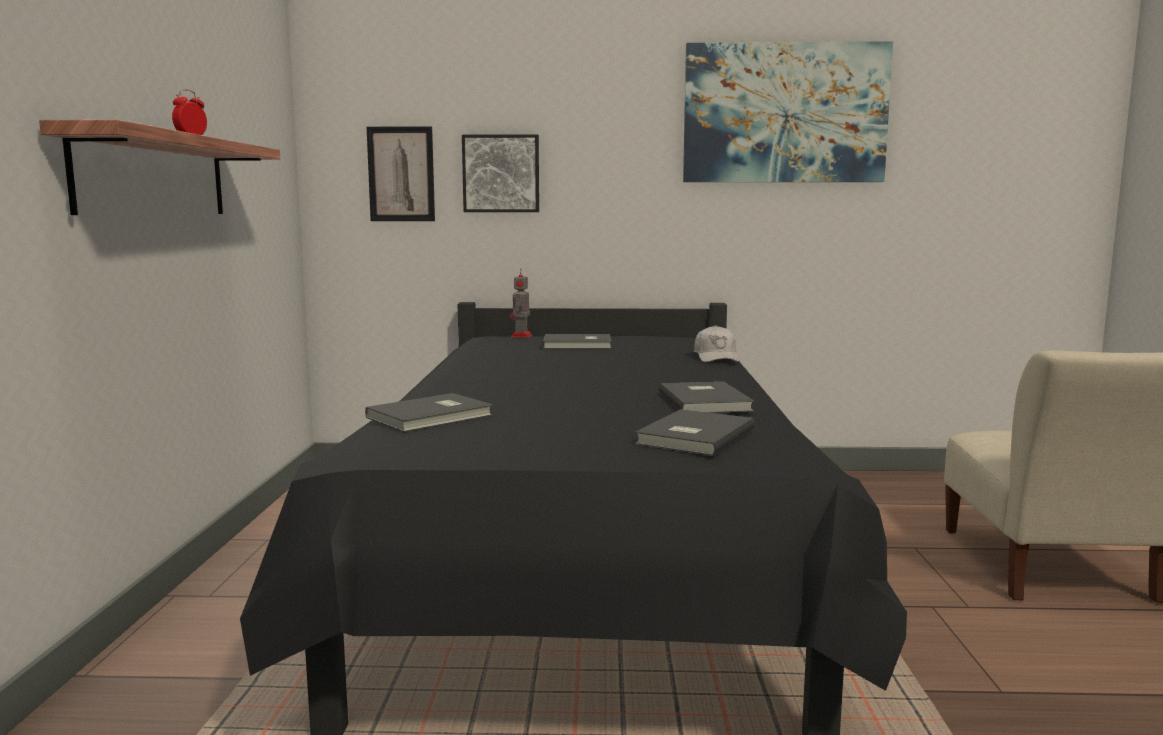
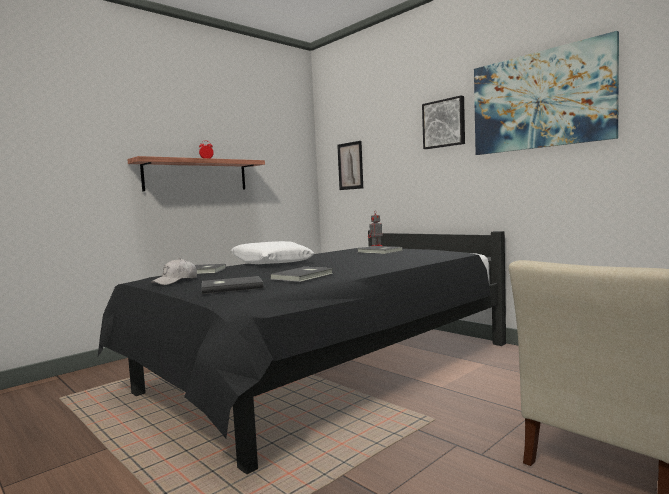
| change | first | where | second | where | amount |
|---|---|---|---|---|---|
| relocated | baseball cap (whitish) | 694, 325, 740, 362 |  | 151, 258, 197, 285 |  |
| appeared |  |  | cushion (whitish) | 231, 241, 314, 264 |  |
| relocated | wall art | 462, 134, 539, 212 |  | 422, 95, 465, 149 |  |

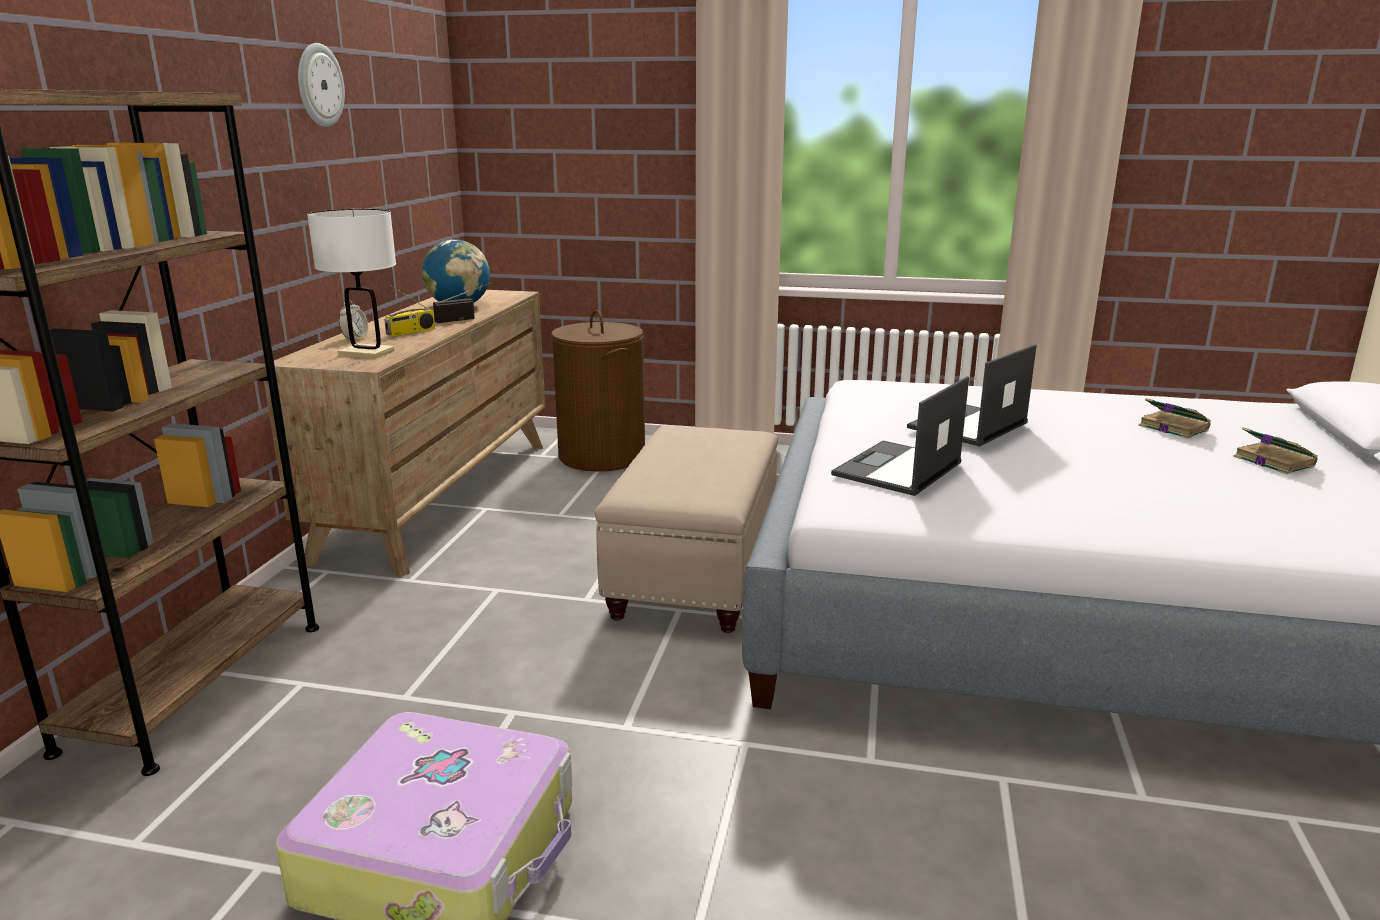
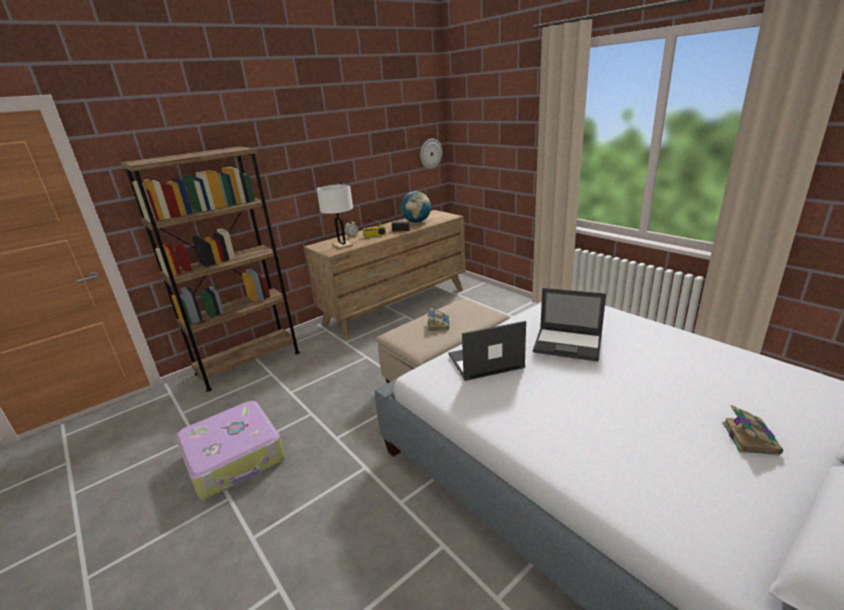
| change | first | where | second | where | amount |
|---|---|---|---|---|---|
| relocated | hanging clock | 298, 43, 345, 127 |  | 420, 139, 442, 169 |  |
| relocated | book | 1139, 398, 1211, 439 |  | 427, 308, 449, 331 |  |
| spun | notebook computer | 907, 344, 1037, 447 |  | 533, 288, 606, 362 | 150 degrees counterclockwise |
| missing | hamper (brown) | 551, 310, 645, 472 |  |  |  |

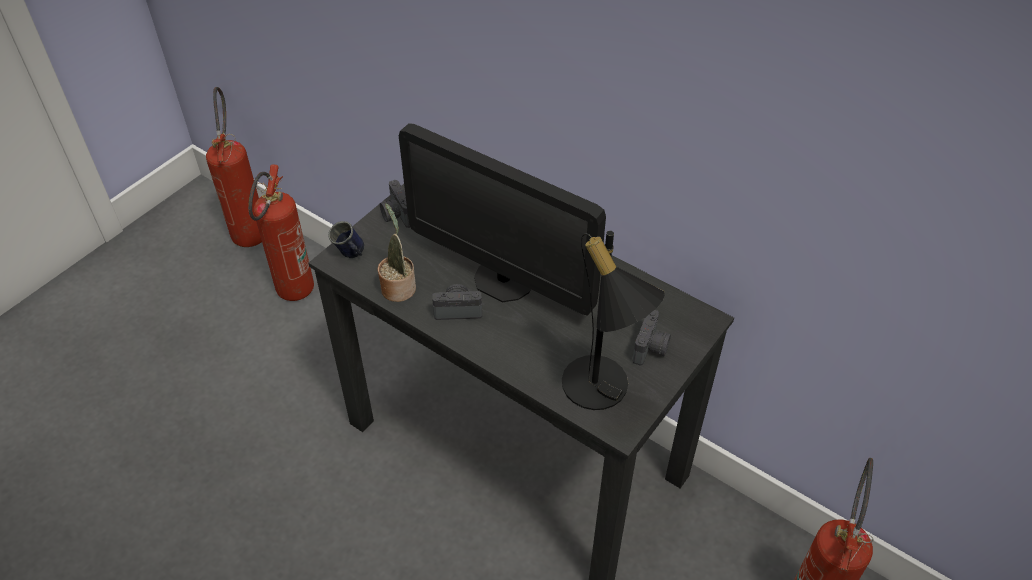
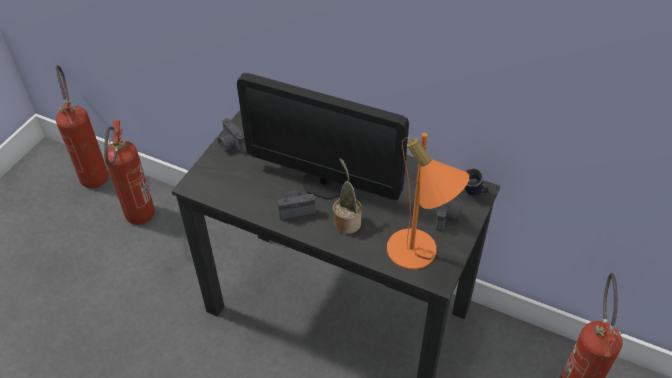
| change | first | where | second | where | amount |
|---|---|---|---|---|---|
| relocated | plant in a pot | 378, 203, 416, 302 |  | 333, 158, 362, 234 |  |
| colour | table lamp (black-coloured) | 562, 231, 665, 410 | table lamp (orange-coloured) | 387, 133, 469, 270 |  |
| relocated | tea mug (blue) | 328, 221, 364, 258 |  | 464, 168, 489, 196 |  |

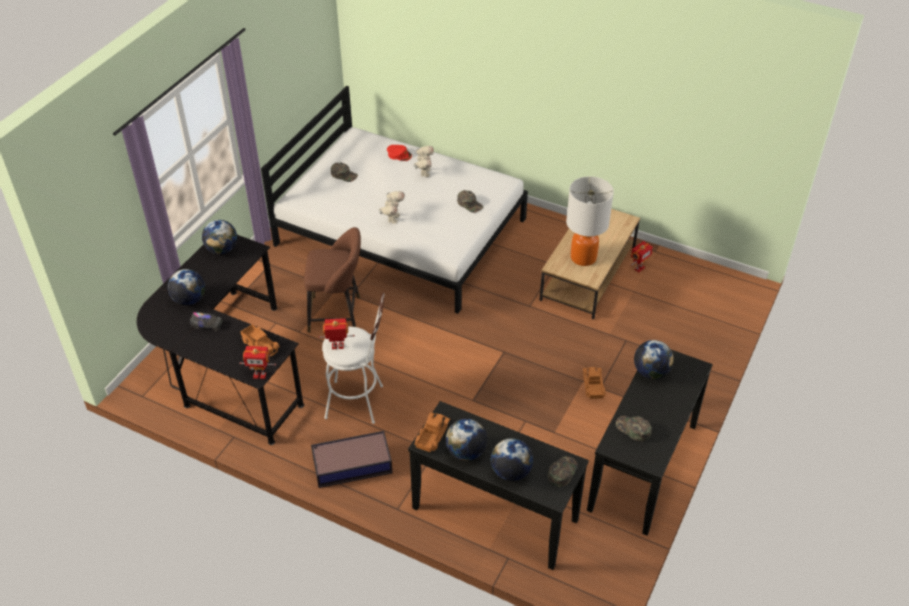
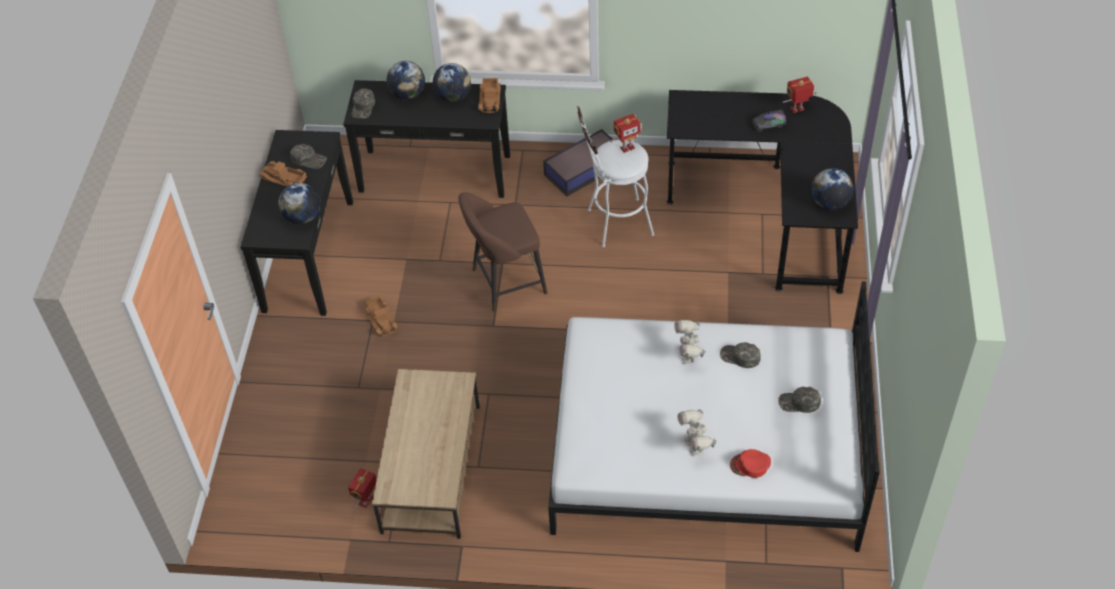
| change | first | where | second | where | amount |
|---|---|---|---|---|---|
| relocated | model truck | 240, 324, 280, 357 |  | 259, 161, 307, 186 |  |
| relocated | sitting stool (brown) | 304, 227, 361, 333 |  | 458, 192, 547, 311 |  |
| relocated | baseball cap (greenish) | 457, 190, 483, 213 |  | 720, 342, 761, 368 |  |
| relocated | robot figure | 240, 346, 276, 379 |  | 782, 77, 817, 113 |  |
| missing | world globe | 168, 269, 205, 305 |  |  |  |
| missing | table lamp | 566, 176, 614, 266 |  |  |  |

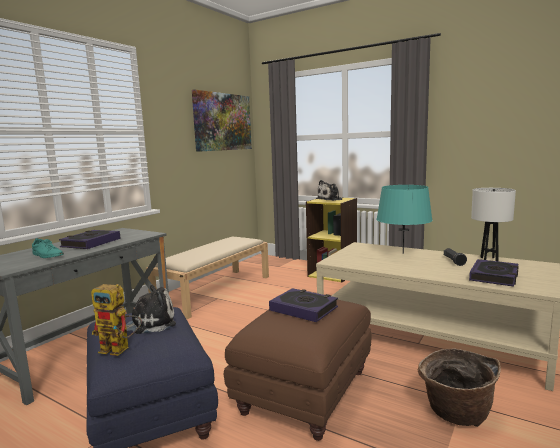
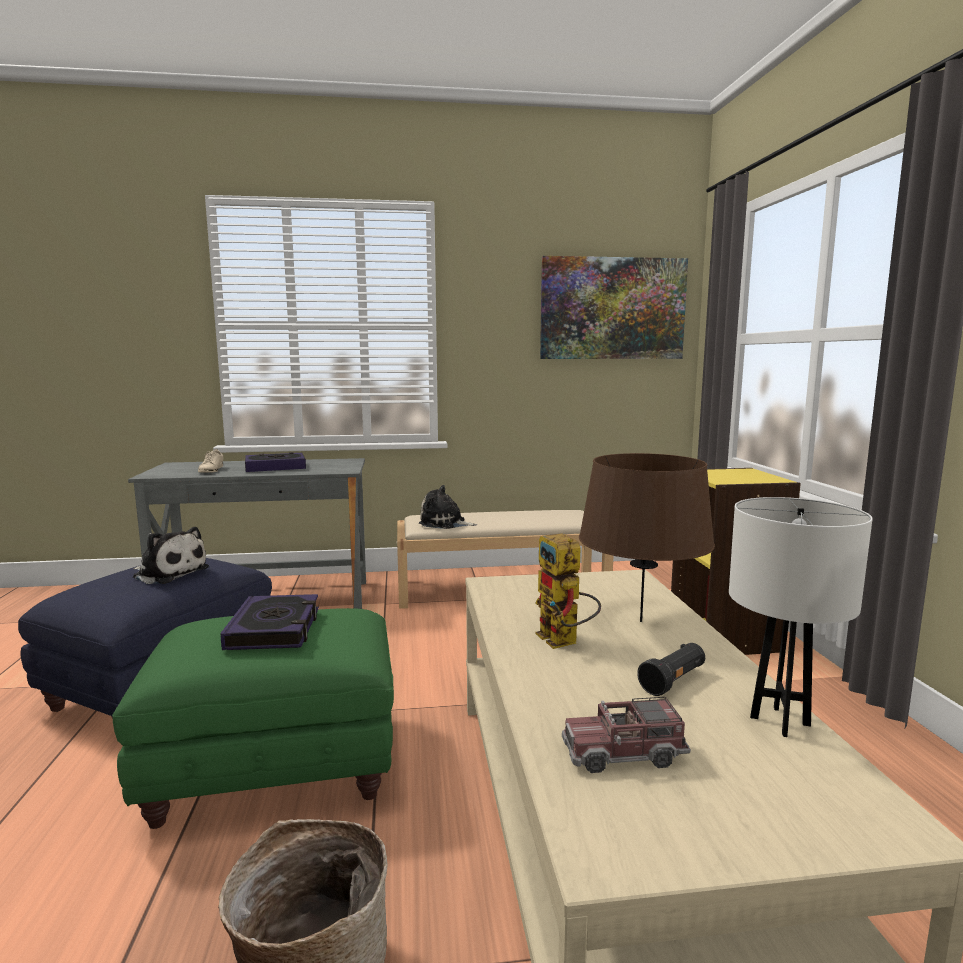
| change | first | where | second | where | amount |
|---|---|---|---|---|---|
| colour | pouffe (brown) | 224, 299, 371, 441 | pouffe (greenish) | 112, 608, 394, 829 |  |
| colour | shoe (turquoise-coloured) | 32, 238, 64, 258 | shoe (sand-coloured) | 198, 449, 223, 473 |  |
| relocated | cuddly toy | 316, 180, 343, 201 |  | 419, 485, 477, 529 |  |
| relocated | robot figure | 91, 284, 142, 356 |  | 535, 533, 601, 649 |  |
| exchanged | book | 469, 259, 519, 287 | model truck | 562, 697, 691, 773 |  |
| colour | table lamp (turquoise-coloured) | 376, 185, 433, 254 | table lamp (brown) | 579, 453, 715, 622 |  |

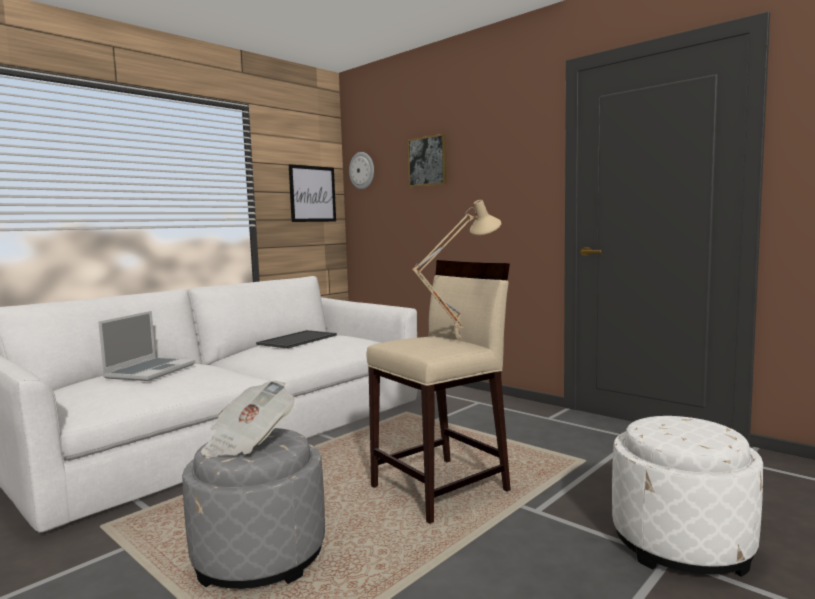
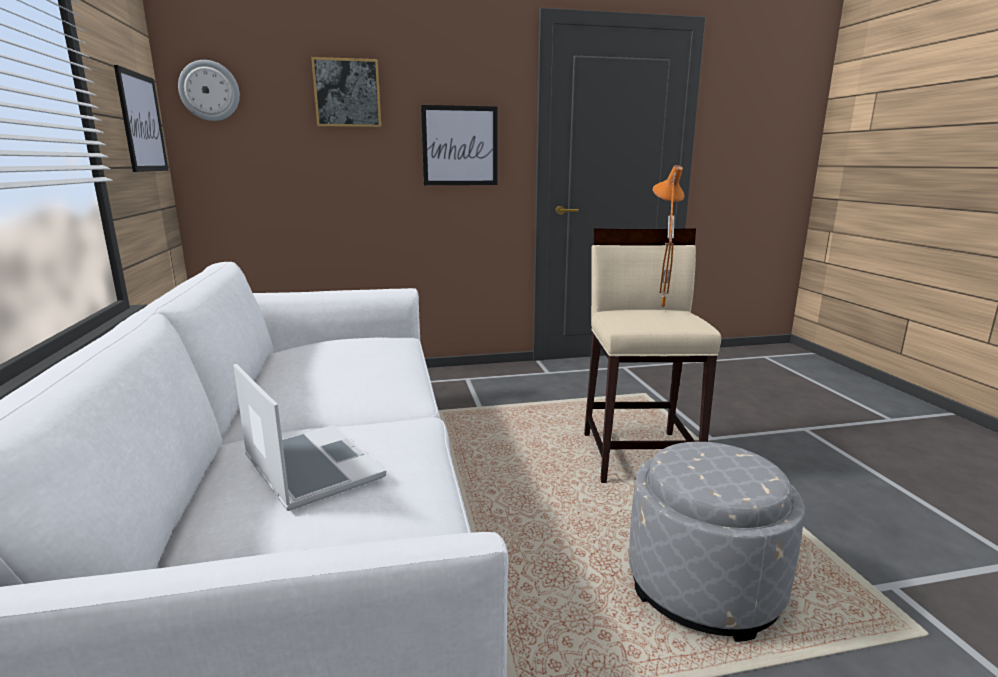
| change | first | where | second | where | amount |
|---|---|---|---|---|---|
| appeared |  |  | wall art | 421, 105, 498, 185 |  |
| colour | table lamp (sand-coloured) | 412, 200, 501, 342 | table lamp (orange-coloured) | 653, 165, 685, 311 |  |
| missing | printed paper | 201, 381, 295, 457 |  |  |  |
| missing | carrying tray | 256, 330, 337, 349 |  |  |  |
| missing | pouffe (whitish) | 612, 416, 763, 577 |  |  |  |

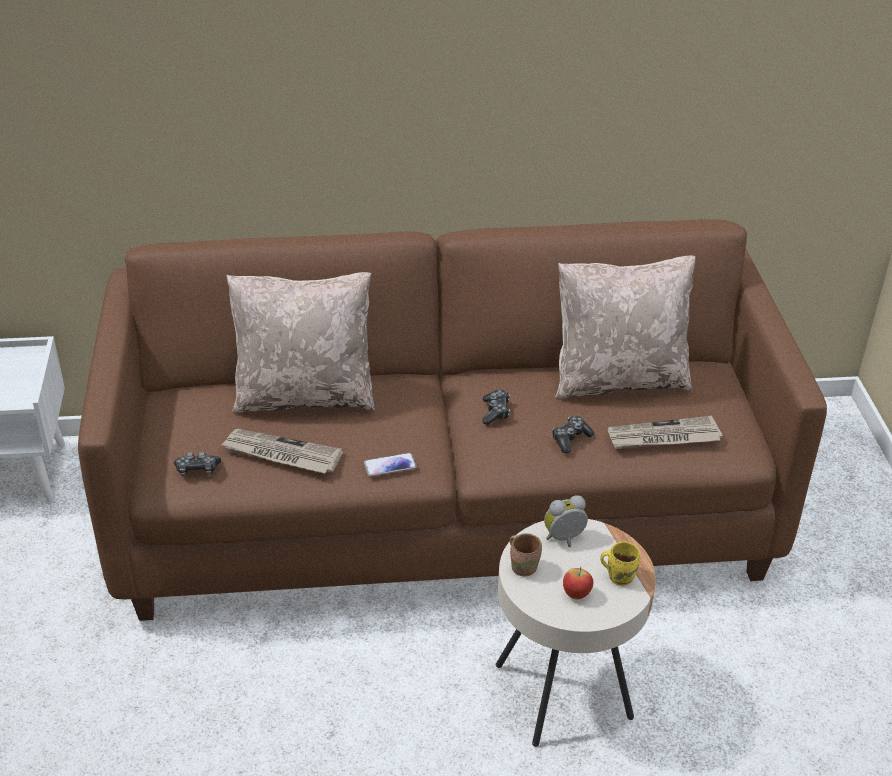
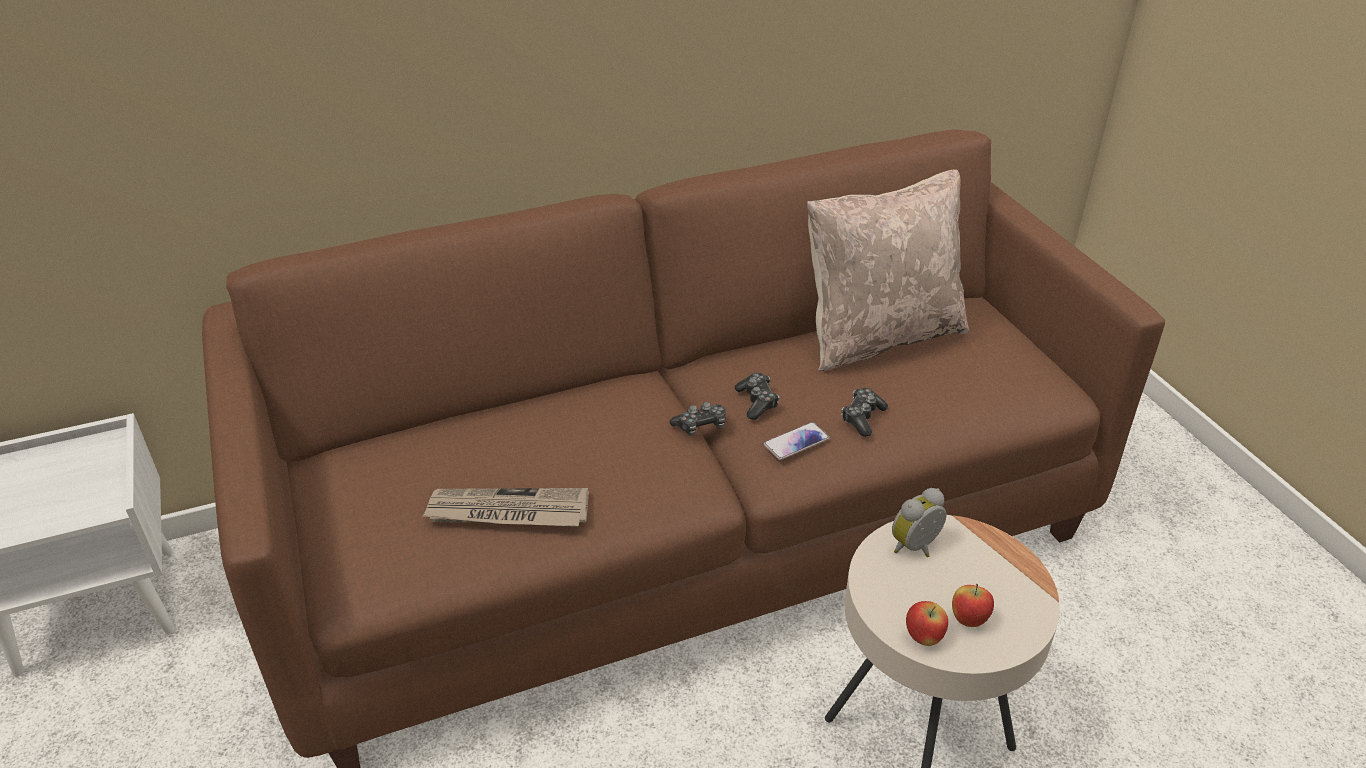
| change | first | where | second | where | amount |
|---|---|---|---|---|---|
| relocated | game controller | 174, 451, 221, 477 |  | 670, 402, 726, 436 |  |
| relocated | handset | 364, 453, 417, 476 |  | 764, 422, 830, 460 |  |
| appeared |  |  | whole apple | 906, 601, 948, 646 |  |
| missing | cushion (sand-coloured) | 227, 272, 375, 413 |  |  |  |
| missing | tea mug (brown) | 510, 533, 542, 576 |  |  |  |
| missing | tea mug (yellowish) | 600, 542, 640, 586 |  |  |  |
| missing | printed paper | 608, 416, 723, 449 |  |  |  |

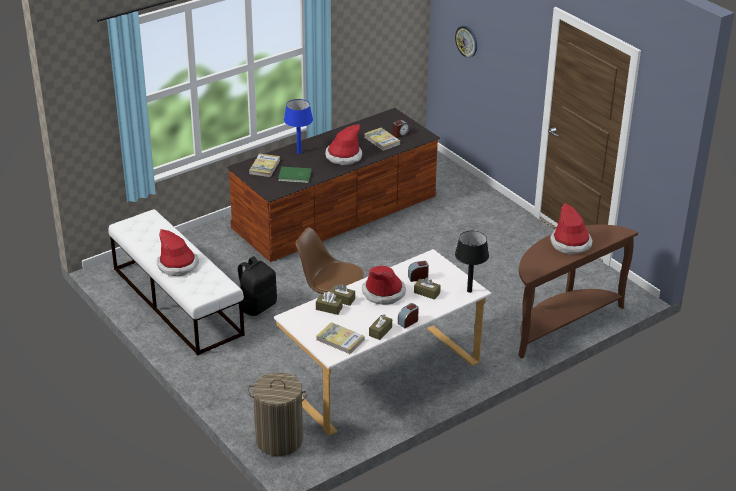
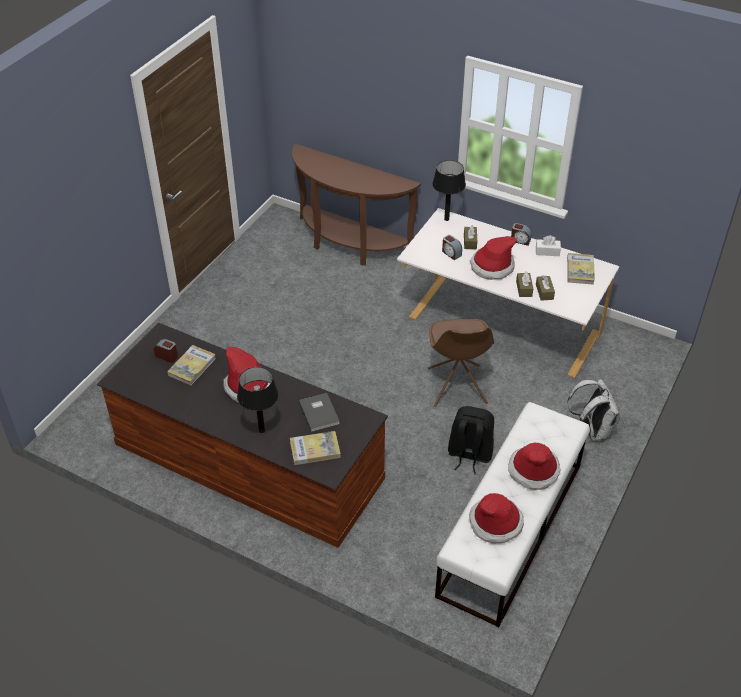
| change | first | where | second | where | amount |
|---|---|---|---|---|---|
| colour | table lamp (blue) | 284, 99, 313, 154 | table lamp (black-coloured) | 237, 367, 279, 433 |  |
| colour | book (greenish) | 278, 167, 312, 183 | book (gray) | 299, 393, 340, 432 |  |
| relocated | hat | 550, 203, 593, 255 |  | 469, 493, 524, 544 |  |
| colour | box of tissues (brown) | 369, 314, 392, 340 | box of tissues (whitish) | 536, 235, 561, 256 |  |
| appeared |  |  | knapsack (whitish) | 567, 379, 619, 440 |  |
| missing | hamper | 247, 372, 307, 456 |  |  |  |
| missing | hanging clock | 455, 26, 477, 58 |  |  |  |

